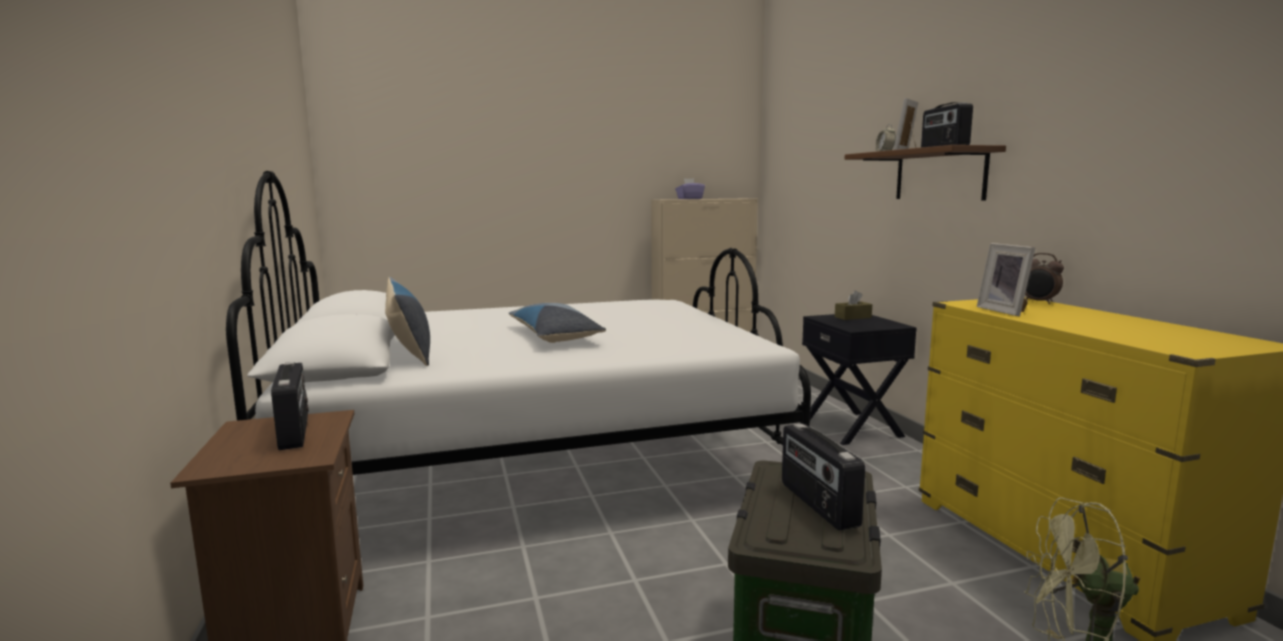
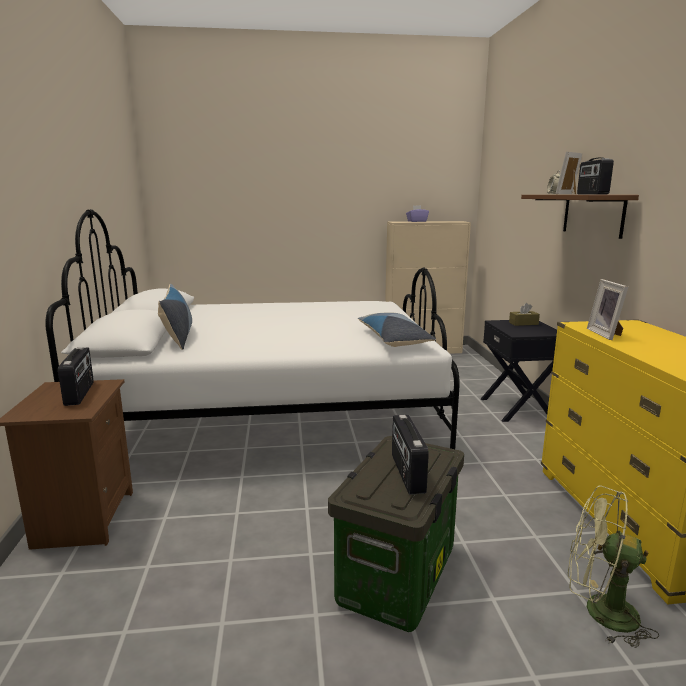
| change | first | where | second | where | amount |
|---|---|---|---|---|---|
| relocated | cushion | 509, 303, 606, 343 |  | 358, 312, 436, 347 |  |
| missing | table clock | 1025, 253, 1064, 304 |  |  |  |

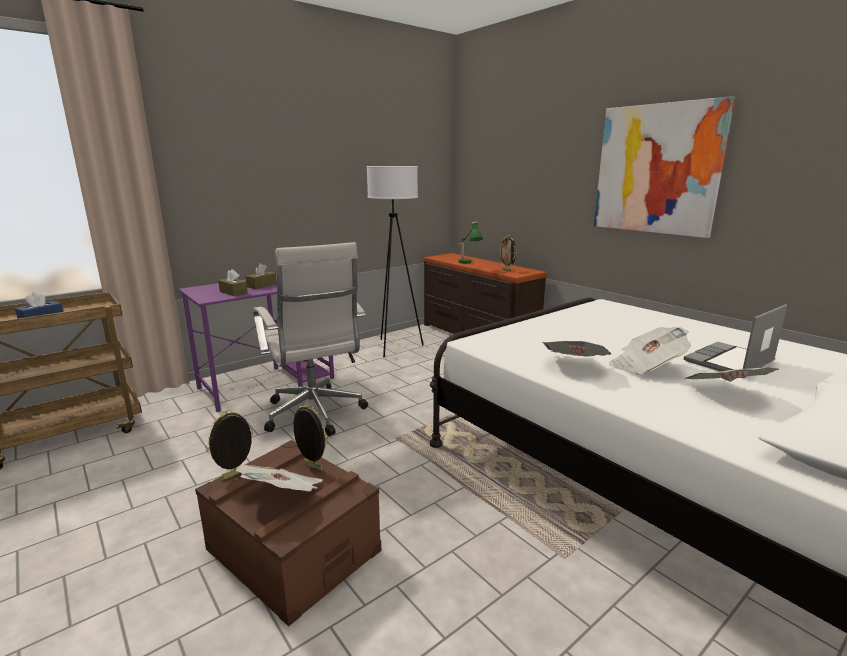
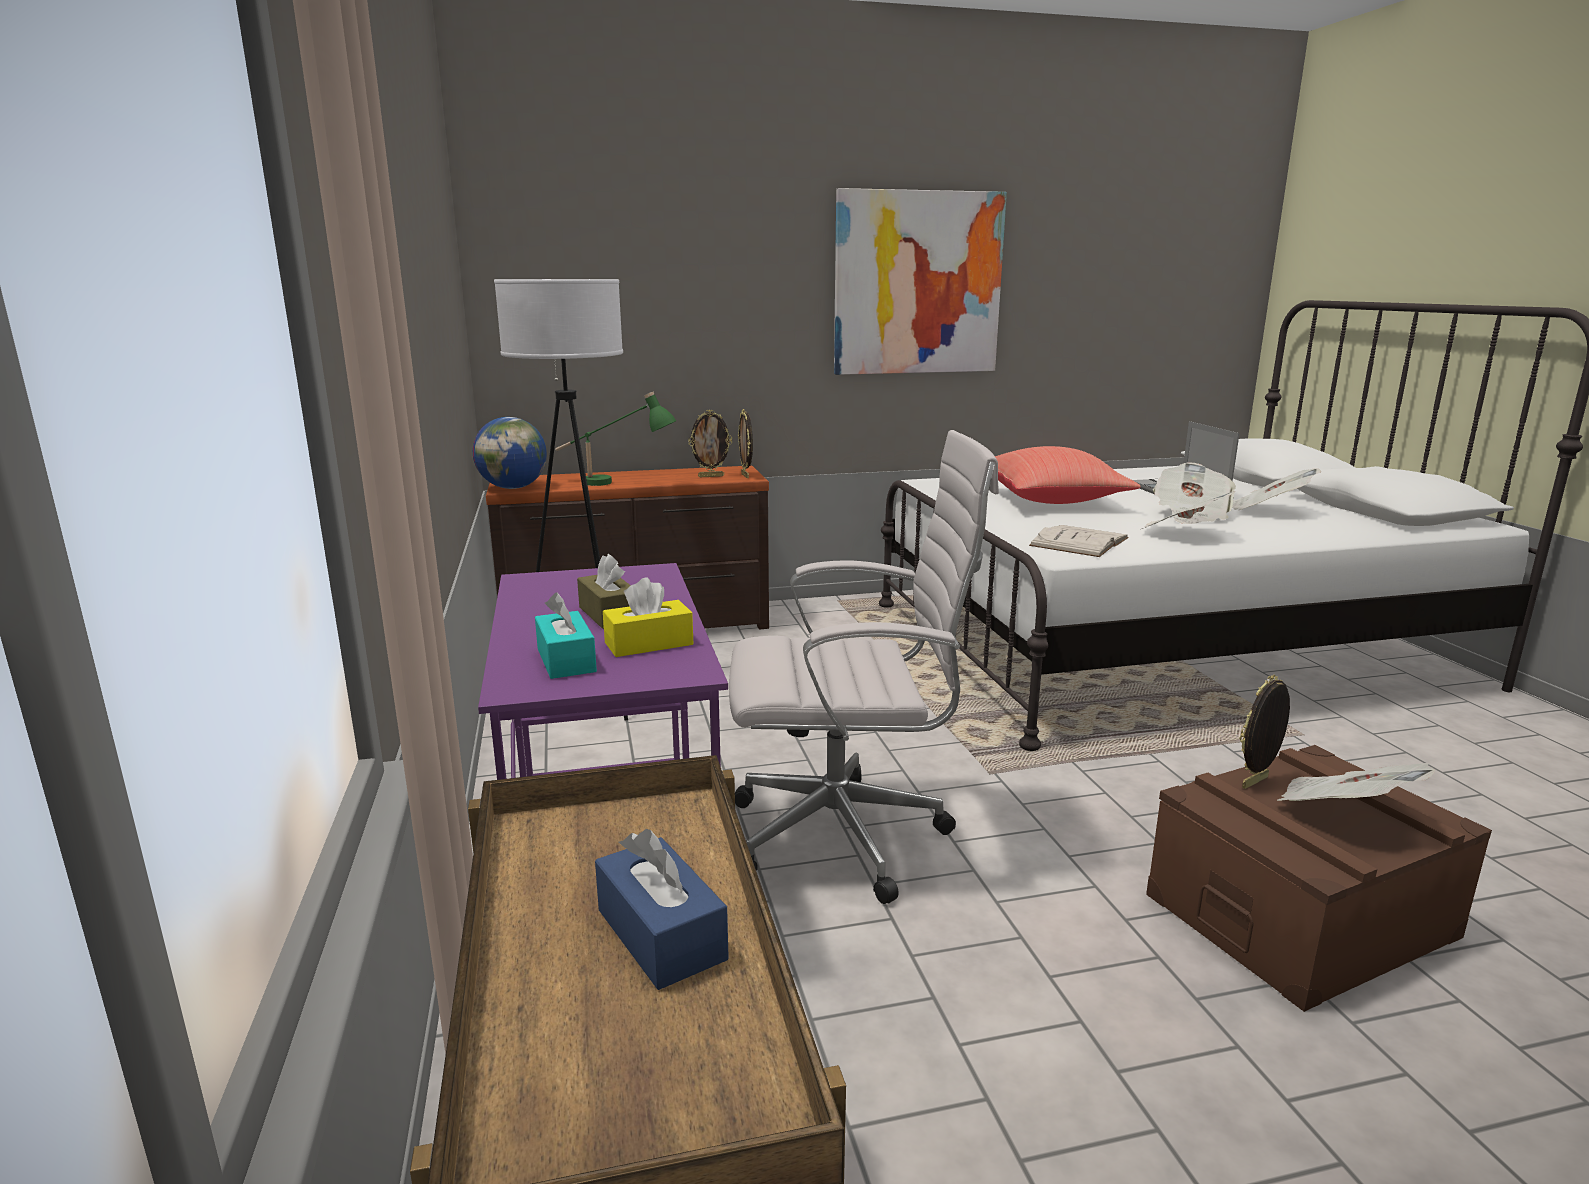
| change | first | where | second | where | amount |
|---|---|---|---|---|---|
| appeared |  |  | world globe | 473, 417, 547, 489 |  |
| appeared |  |  | box of tissues (turquoise-coloured) | 535, 592, 597, 679 |  |
| colour | box of tissues (brown) | 218, 269, 248, 296 | box of tissues (yellowish) | 603, 577, 693, 657 |  |
| relocated | photo frame | 206, 410, 253, 480 |  | 738, 409, 753, 478 |  |
| appeared |  |  | cushion (red) | 995, 446, 1141, 504 |  |
| appeared |  |  | book (whitish) | 1029, 525, 1129, 557 |  |

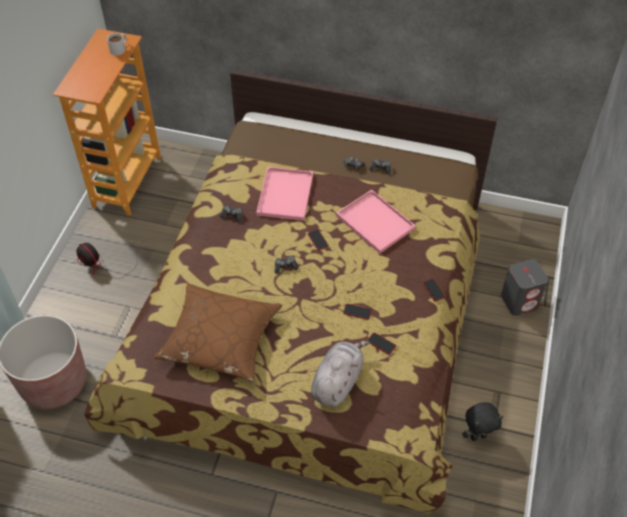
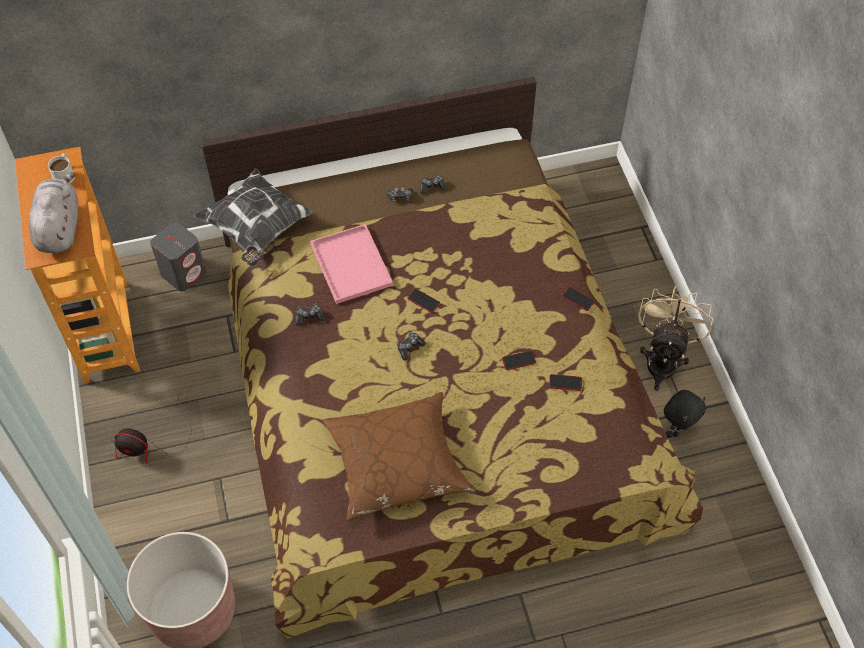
| change | first | where | second | where | amount |
|---|---|---|---|---|---|
| relocated | cuddly toy (gray) | 311, 341, 370, 407 |  | 29, 172, 78, 253 |  |
| relocated | audio speaker (gray) | 501, 259, 548, 316 |  | 150, 222, 206, 291 |  |
| appeared |  |  | cushion | 194, 168, 314, 266 |  |
| appeared |  |  | fan (sand-coloured) | 638, 286, 713, 391 |  |
| missing | carrying tray (pink) | 336, 190, 416, 254 |  |  |  |

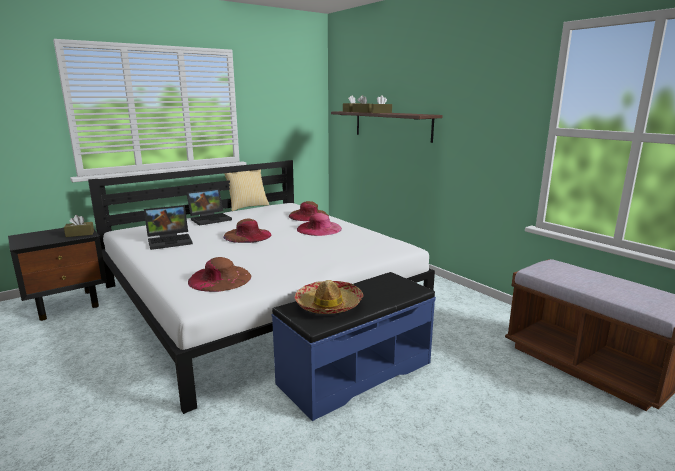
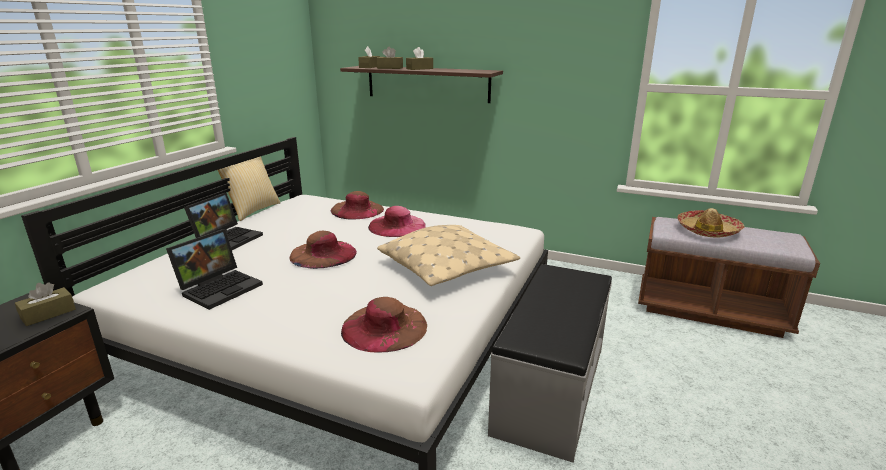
| change | first | where | second | where | amount |
|---|---|---|---|---|---|
| appeared |  |  | cushion (sand-coloured) | 377, 225, 520, 286 |  |
| colour | indoor bench (blue) | 272, 272, 436, 421 | indoor bench (gray) | 488, 264, 612, 463 |  |
| relocated | hat | 295, 280, 363, 314 |  | 677, 208, 744, 237 |  |

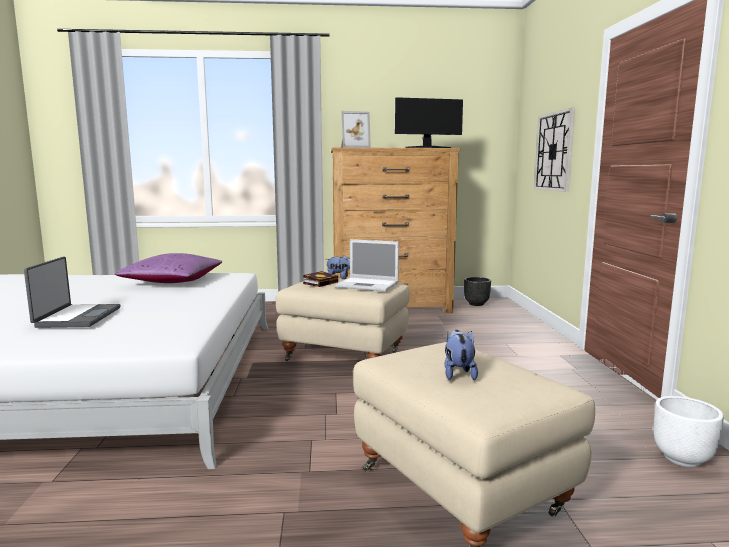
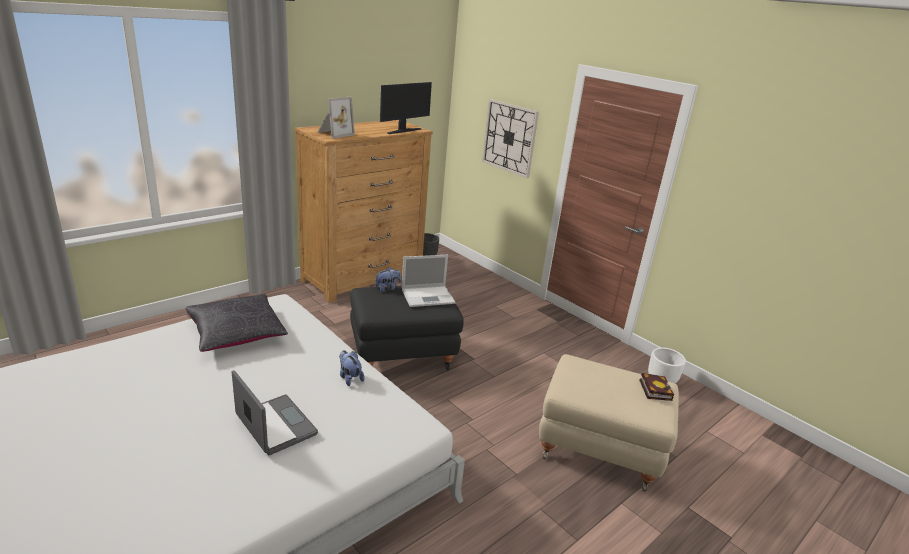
| change | first | where | second | where | amount |
|---|---|---|---|---|---|
| colour | cushion (purplish) | 115, 253, 222, 283 | cushion (black-coloured) | 186, 294, 288, 352 |  |
| relocated | cuddly toy | 445, 330, 478, 380 |  | 339, 350, 365, 386 |  |
| colour | pouffe (sand-coloured) | 276, 278, 410, 361 | pouffe (black-coloured) | 350, 286, 464, 370 |  |
| relocated | book | 303, 271, 338, 287 |  | 639, 373, 674, 401 |  |

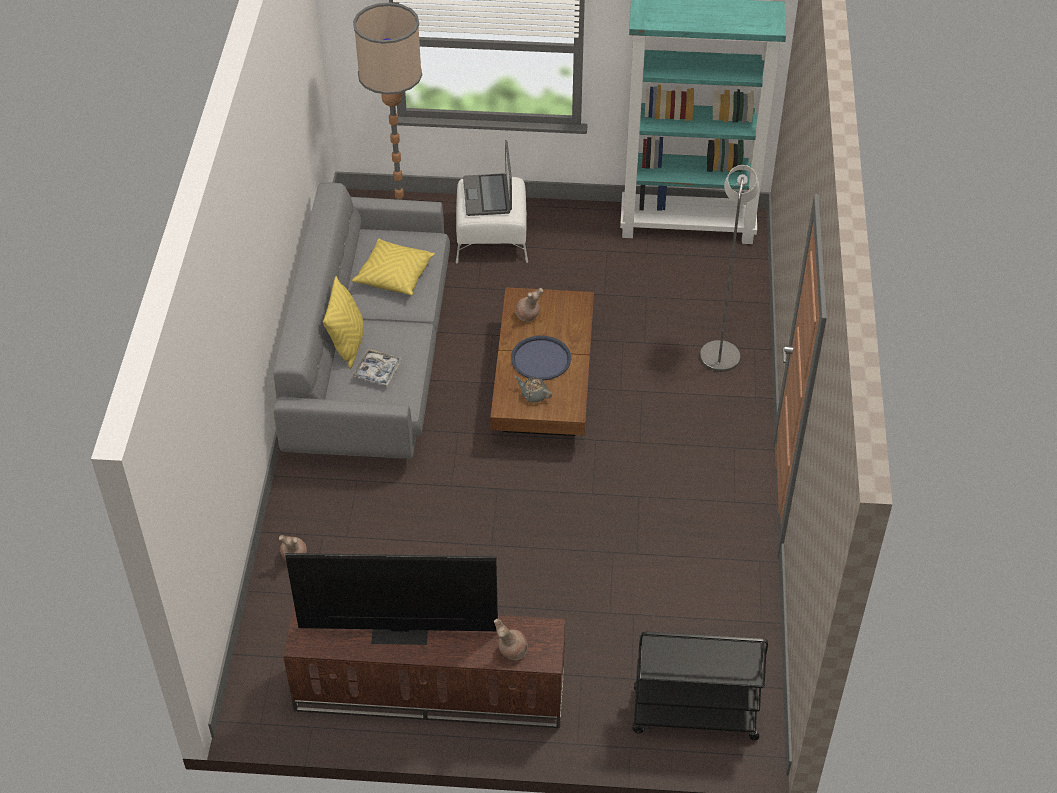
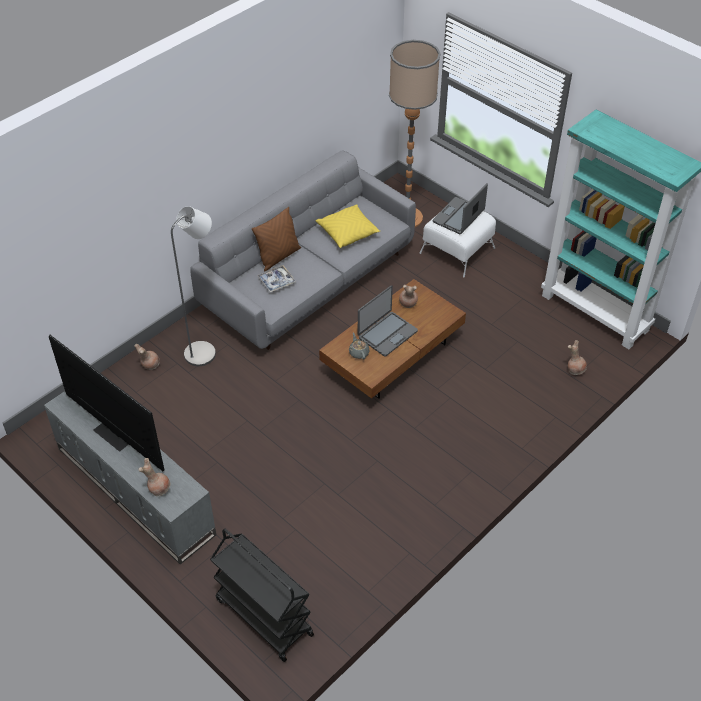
| change | first | where | second | where | amount |
|---|---|---|---|---|---|
| colour | media console (brown) | 283, 604, 565, 728 | media console (gray) | 44, 391, 216, 565 |  |
| relocated | standing lamp (gray) | 700, 165, 759, 372 |  | 171, 206, 216, 366 |  |
| colour | cushion (yellowish) | 323, 276, 364, 369 | cushion (brown) | 252, 207, 301, 272 |  |
| exchanged | carrying tray (blue) | 511, 336, 571, 381 | notebook computer | 358, 285, 418, 357 |  |
| appeared |  |  | vase (brown) | 568, 340, 587, 375 |  |

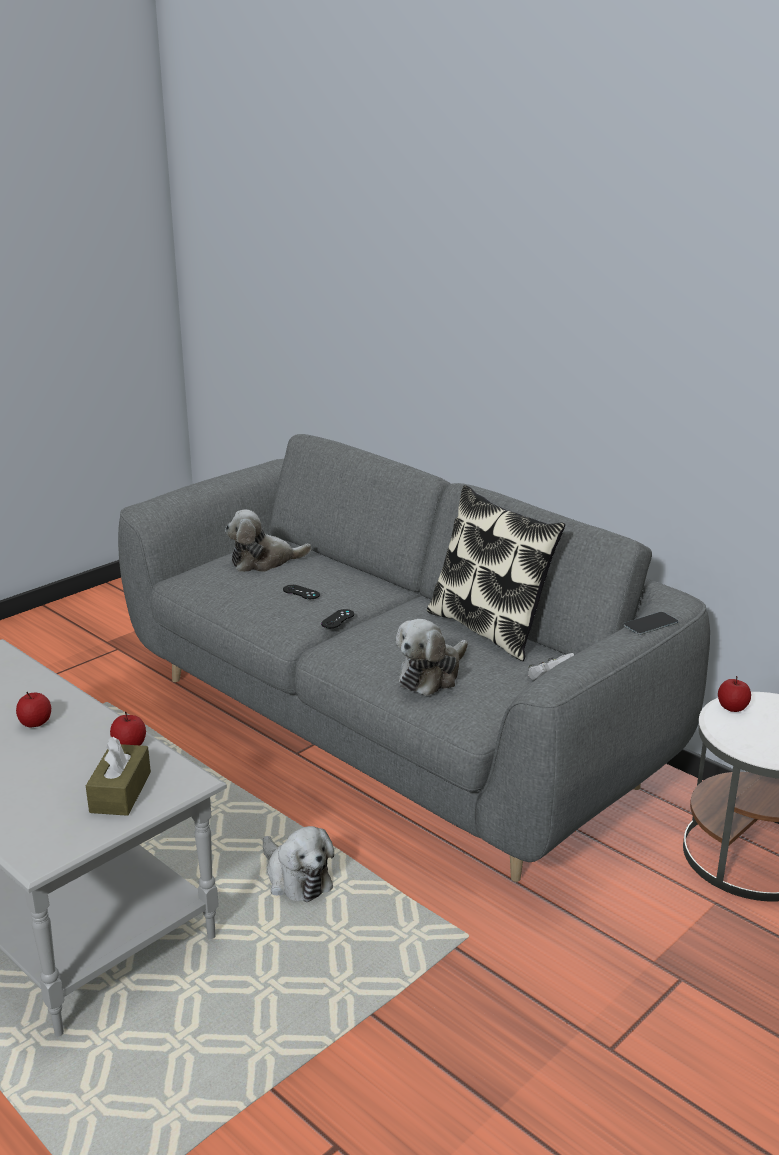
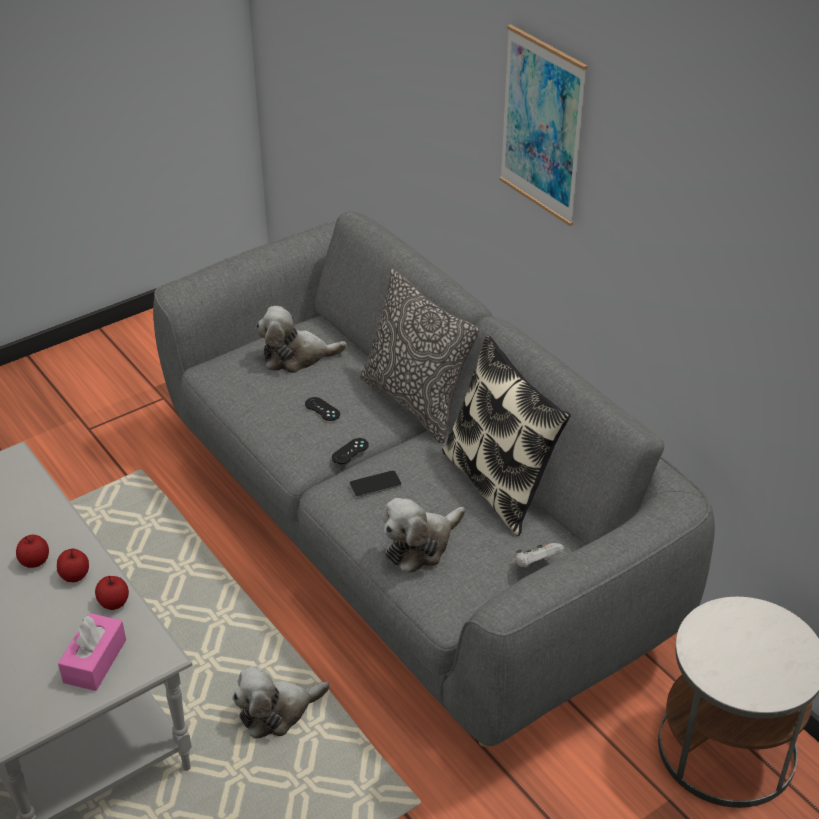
| change | first | where | second | where | amount |
|---|---|---|---|---|---|
| relocated | whole apple | 718, 676, 751, 712 |  | 57, 548, 89, 582 |  |
| colour | box of tissues (brown) | 86, 737, 151, 816 | box of tissues (pink) | 58, 613, 126, 691 |  |
| spun | cuddly toy | 263, 826, 334, 902 |  | 232, 666, 330, 738 | 90 degrees clockwise |
| relocated | handset | 624, 612, 678, 635 |  | 349, 470, 402, 497 |  |
| appeared |  |  | cushion | 360, 269, 479, 443 |  |
| appeared |  |  | wall art | 499, 24, 588, 226 |  |

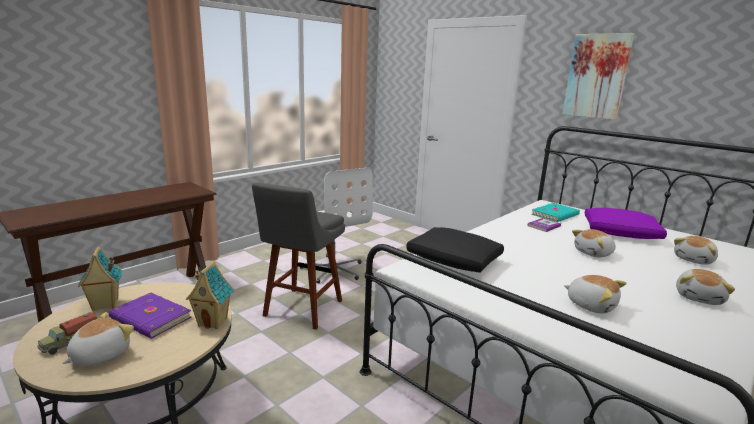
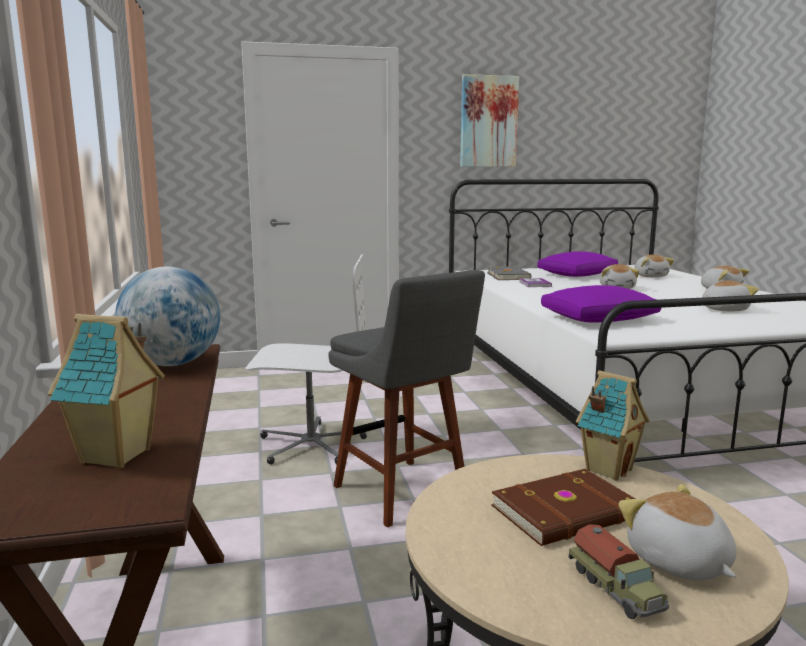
| change | first | where | second | where | amount |
|---|---|---|---|---|---|
| relocated | model house | 77, 246, 122, 311 |  | 48, 314, 165, 468 |  |
| appeared |  |  | world globe | 115, 267, 220, 366 |  |
| colour | book (turquoise-coloured) | 531, 203, 580, 222 | book (gray) | 487, 266, 531, 280 |  |
| colour | book (purplish) | 108, 293, 192, 339 | book (brown) | 492, 469, 635, 546 |  |
| colour | cushion (black-coloured) | 406, 227, 504, 273 | cushion (purplish) | 541, 285, 661, 323 |  |

